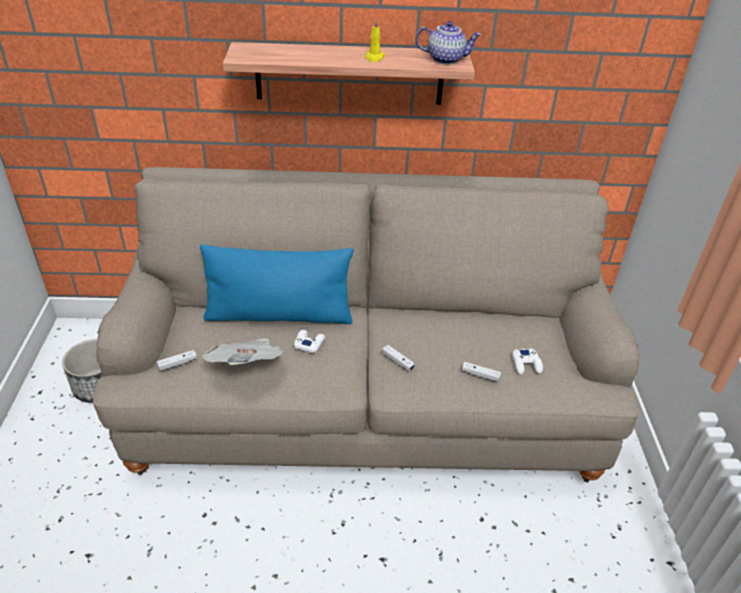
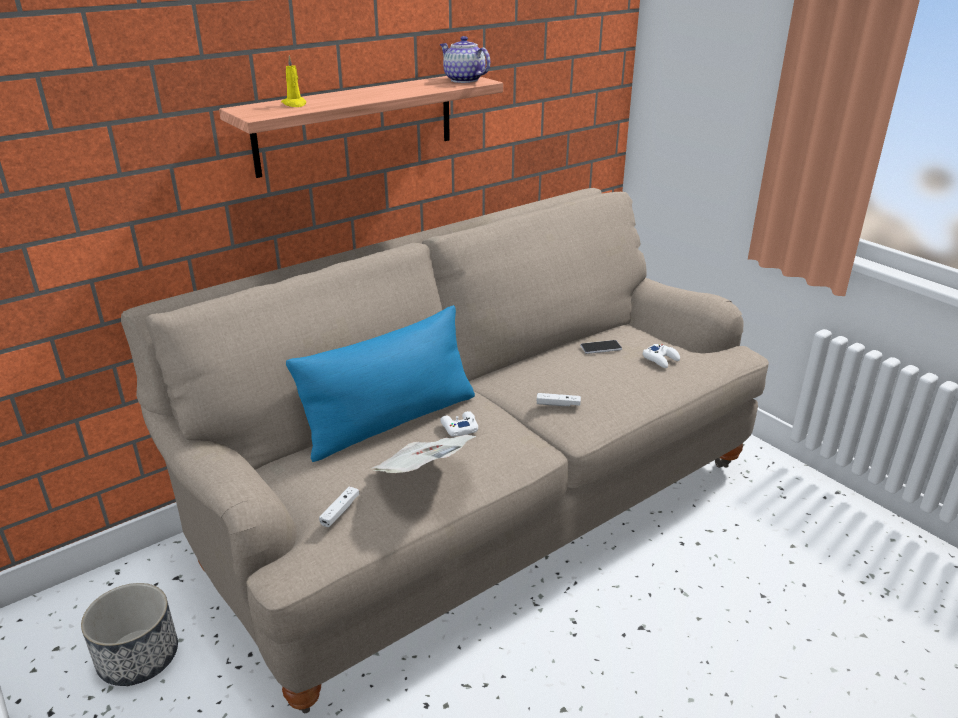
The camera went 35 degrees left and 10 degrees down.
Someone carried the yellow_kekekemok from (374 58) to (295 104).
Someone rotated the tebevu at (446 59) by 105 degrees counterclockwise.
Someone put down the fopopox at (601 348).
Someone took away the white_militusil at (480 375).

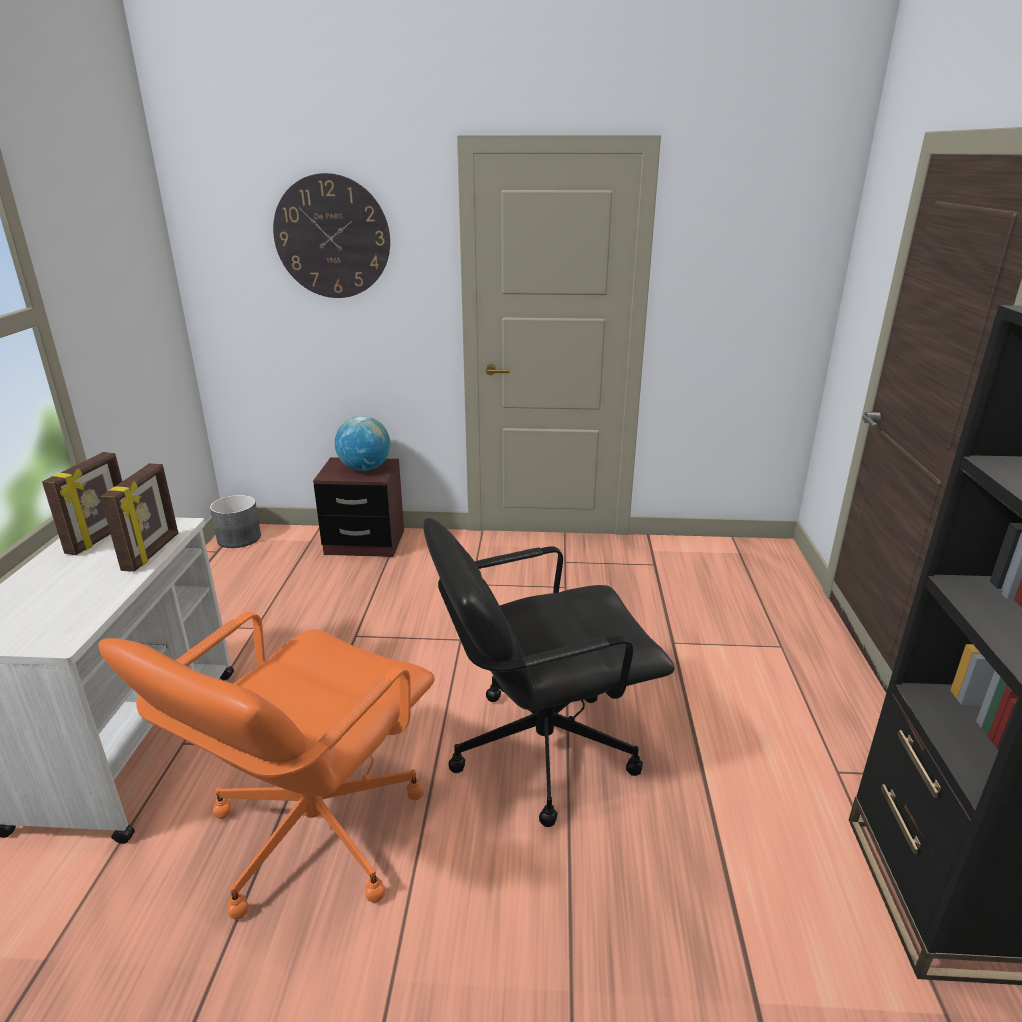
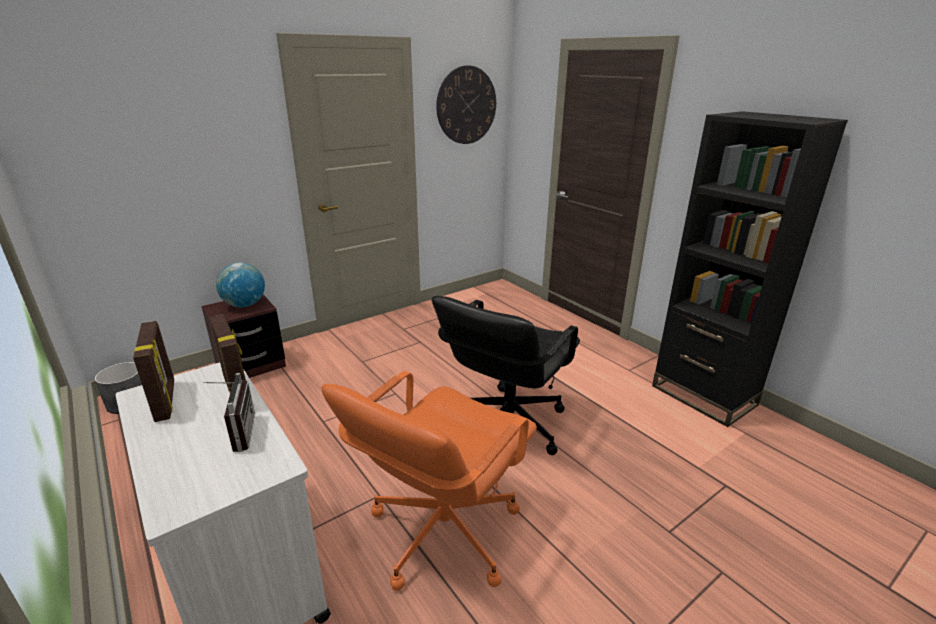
The camera went 40 degrees left and 0 degrees up.
Someone put down the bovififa at (236 434).
Someone rotated the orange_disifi at (312 831) by 45 degrees clockwise.
Someone carried the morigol from (332 237) to (466 105).

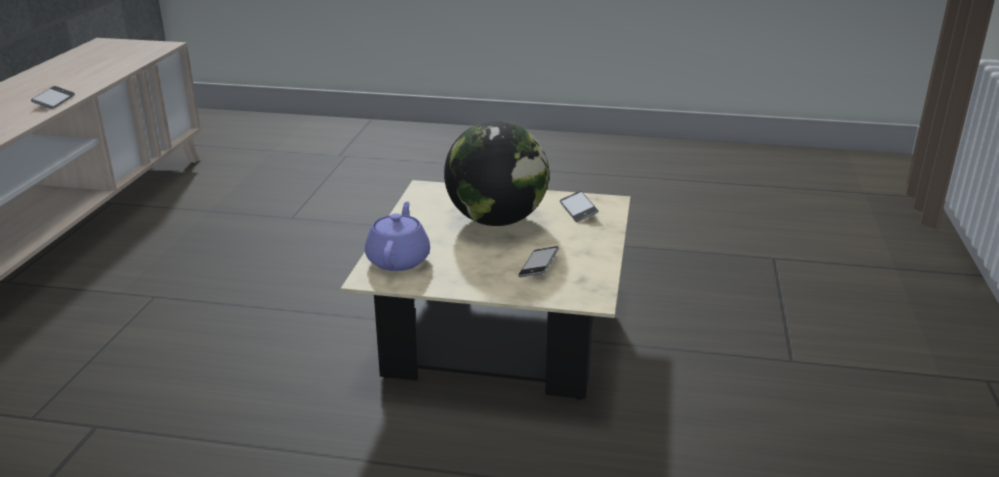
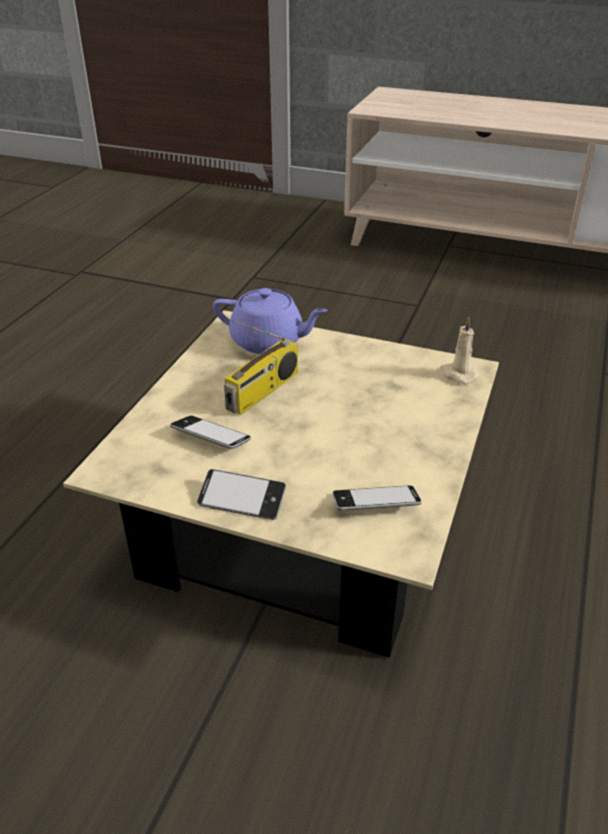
The camera went 100 degrees right and 10 degrees up.
Someone carried the fopopox from (54 101) to (242 500).
Someone put down the bovififa at (263 392).
Someone put down the beige_kekekemok at (458 374).
Someone took away the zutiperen at (496 220).

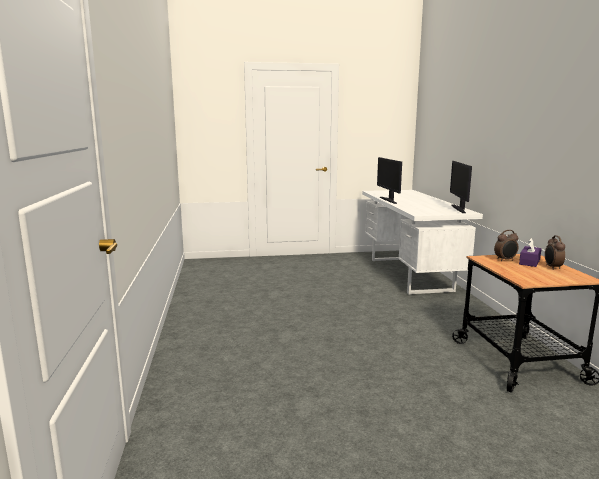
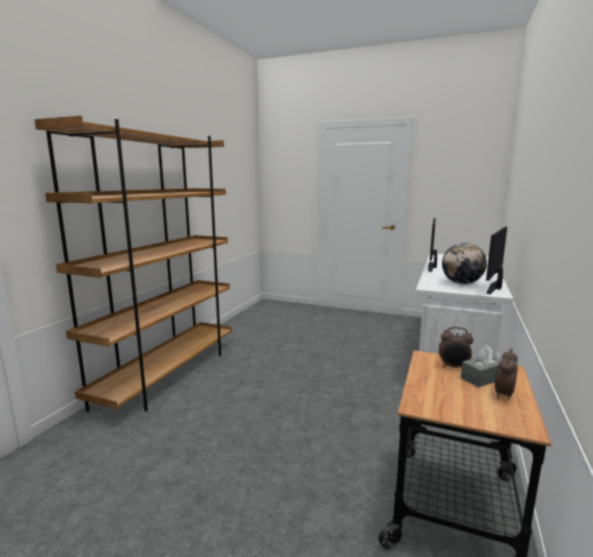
The camera went 30 degrees right and 0 degrees up.
Someone put down the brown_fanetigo at (169 375).
Someone put down the zutiperen at (461 283).
Someone repainted the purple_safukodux at (529 262), which became the grey_safukodux at (483 378).

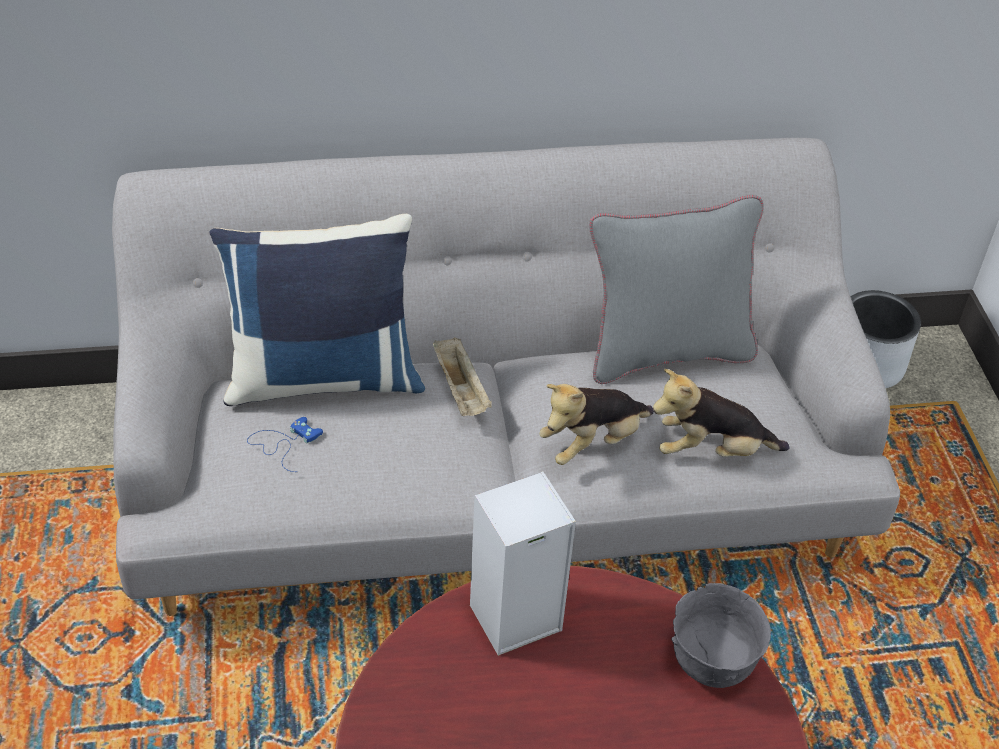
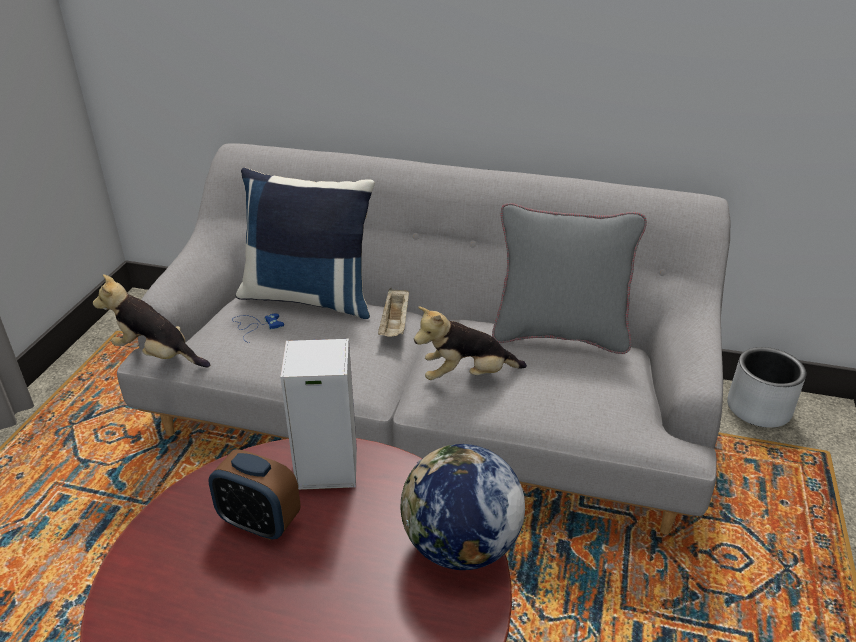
The camera went 25 degrees right and 10 degrees down.
Someone carried the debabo from (711 451) to (157 355).
Someone put down the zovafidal at (259 522).
Someone swapped the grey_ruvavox at (712 662) for the zutiperen at (460 546).

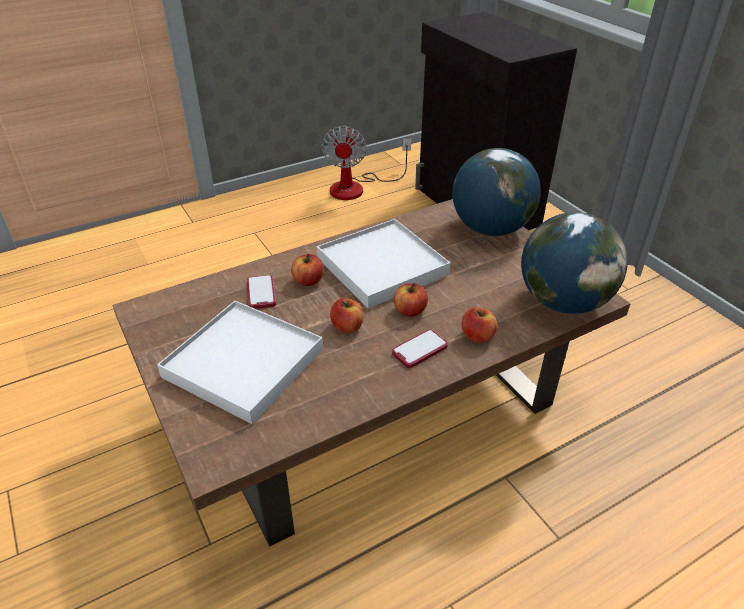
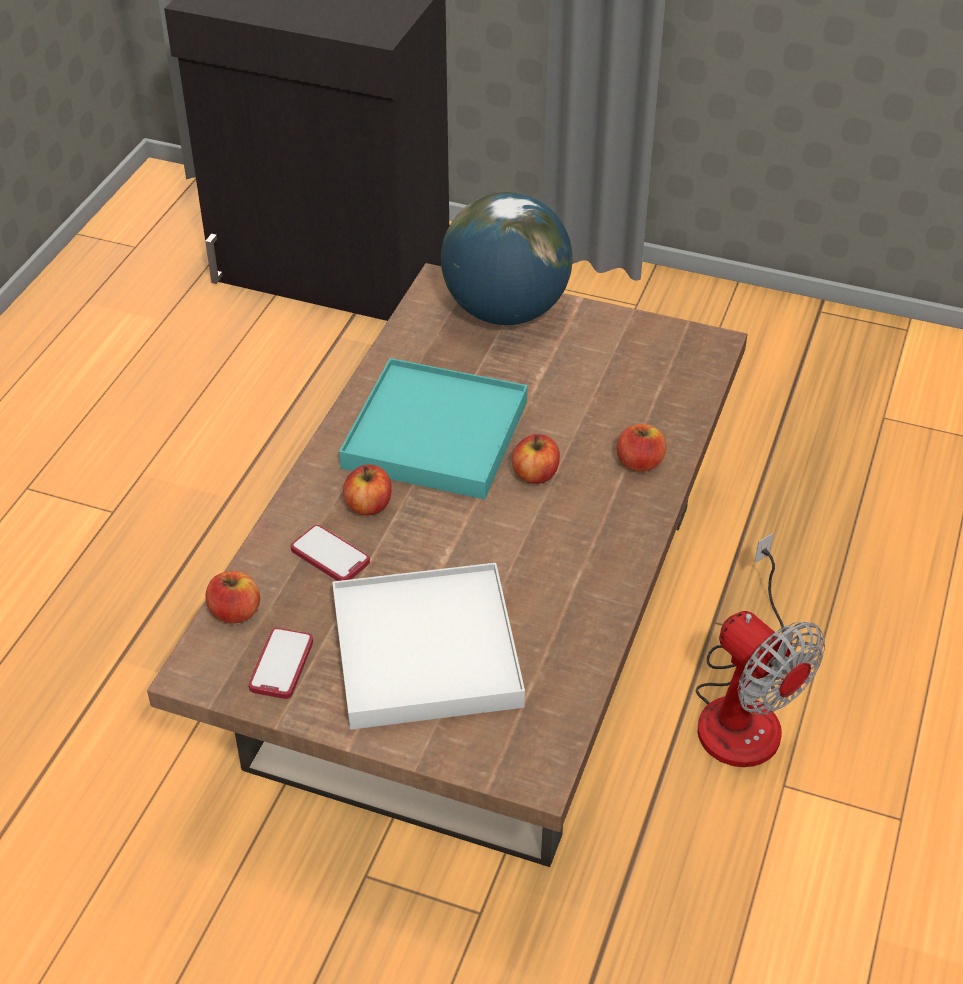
The camera went 40 degrees left and 5 degrees up.
Someone carried the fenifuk from (347 327) to (235 612).
Someone carried the fopopox from (419 350) to (281 665).
Someone repainted the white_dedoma at (382 266), which became the turquoise_dedoma at (435 434).
Someone carried the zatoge from (357 187) to (743 707).
Someone took away the zutiperen at (562 302).

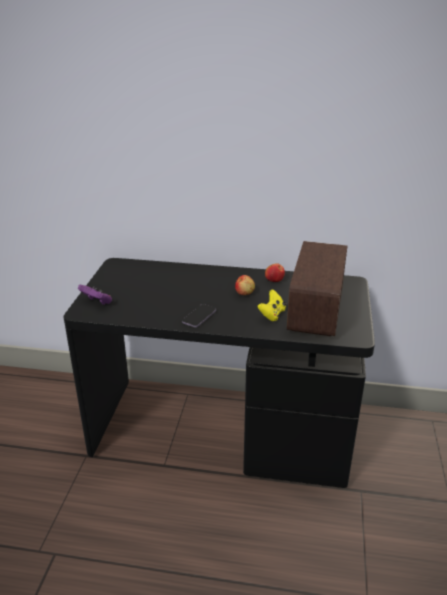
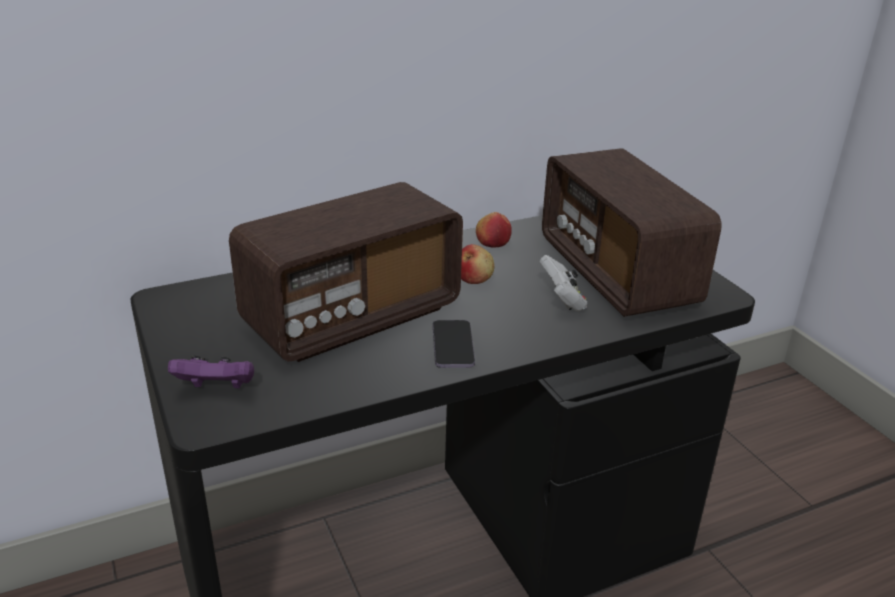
The camera went 35 degrees left and 0 degrees up.
Someone put down the bovififa at (352 317).
Someone repainted the yellow_militusil at (272 314), which became the white_militusil at (562 301).

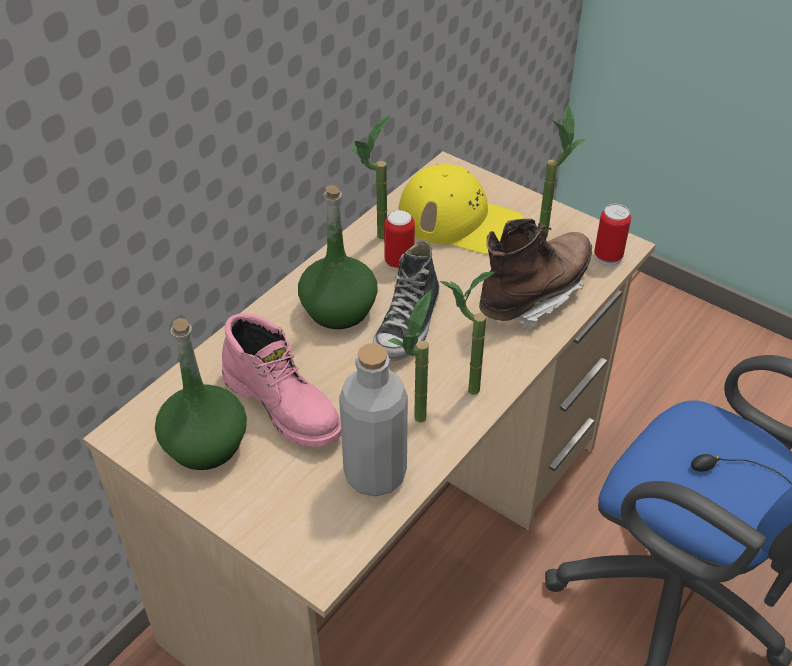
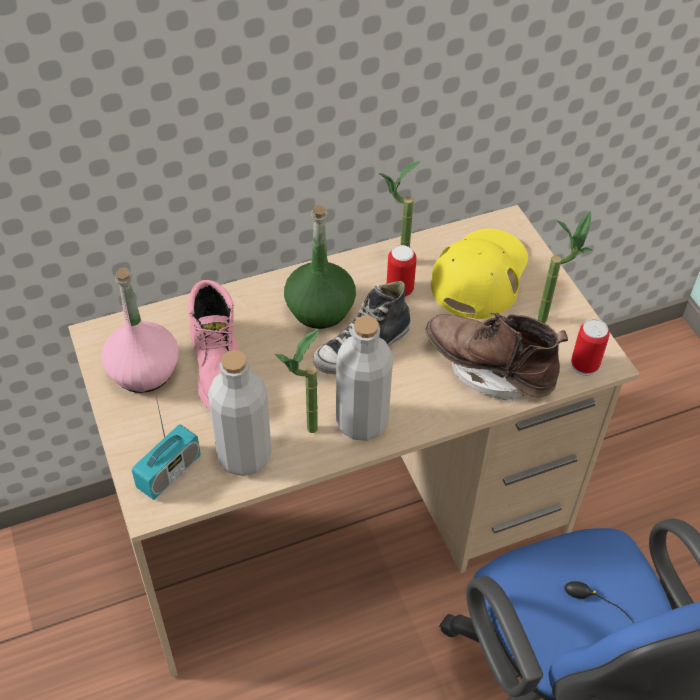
The camera went 30 degrees right and 5 degrees up.
Someone repainted the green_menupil at (206 444), which became the pink_menupil at (144 371).
Someone put down the bovififa at (169 472).
Someone swapped the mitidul at (461 390) for the grey_menupil at (362 422).
Someone rotated the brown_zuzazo at (534 295) by 135 degrees counterclockwise.
Someone rotated the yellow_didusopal at (460 220) by 120 degrees counterclockwise.

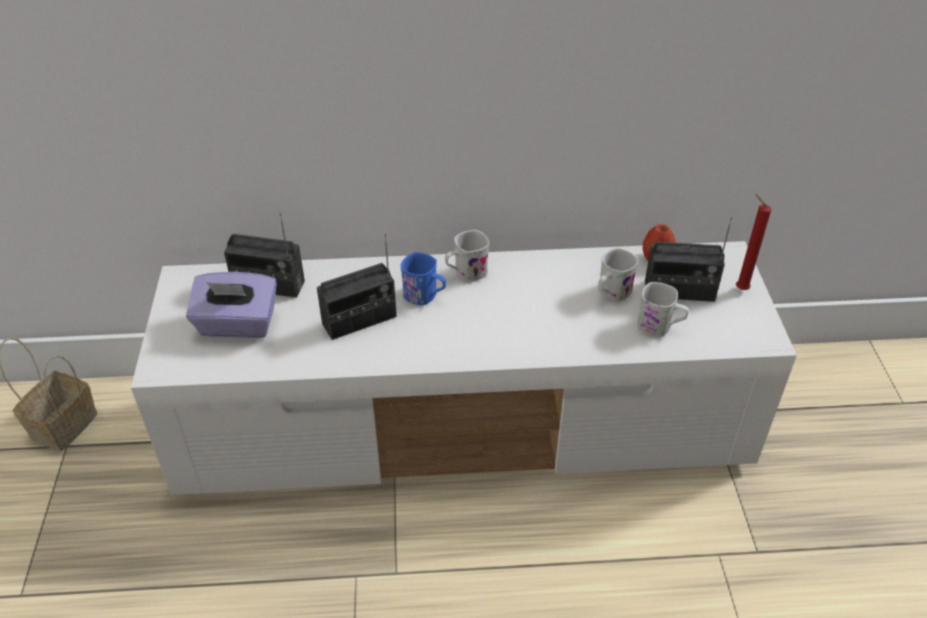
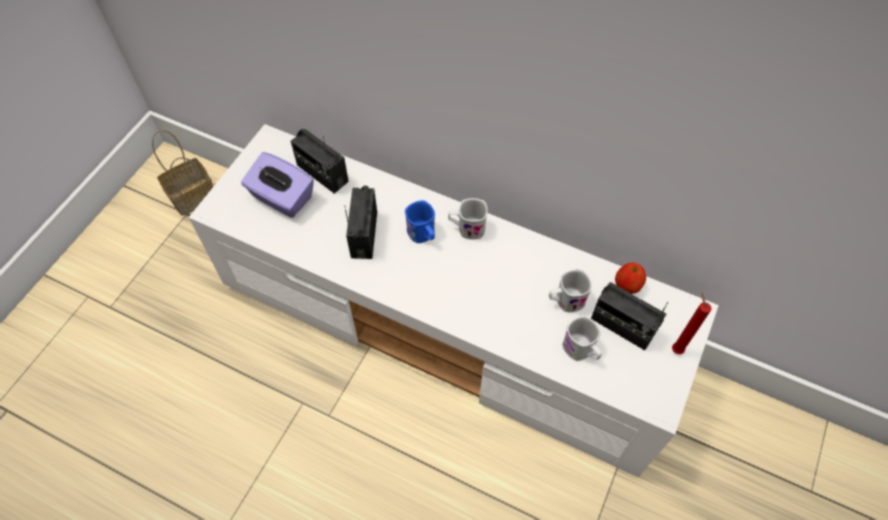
The camera went 30 degrees right and 15 degrees up.
Someone rotated the bovififa at (359 320) by 90 degrees clockwise.

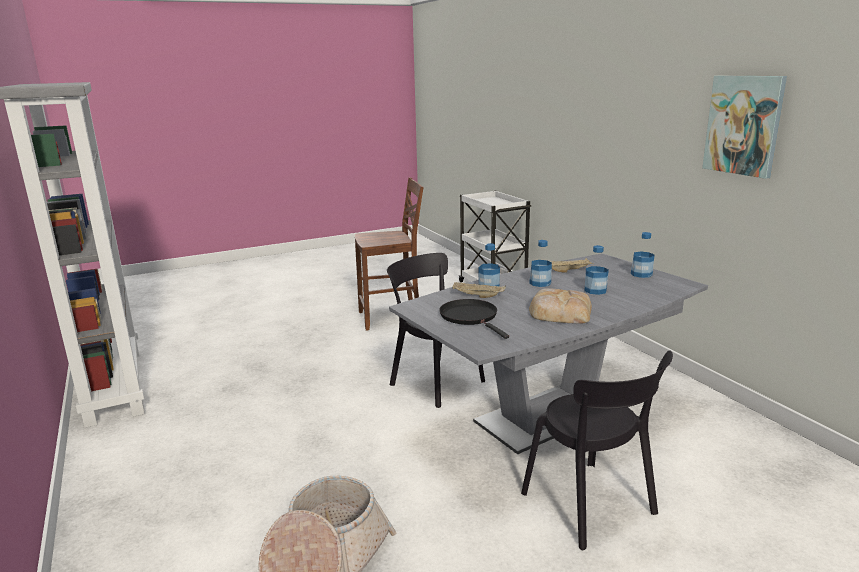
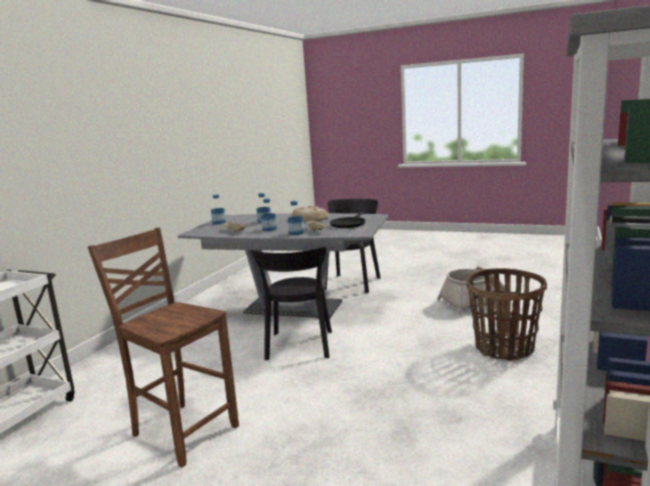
The camera went 130 degrees left and 5 degrees down.
Someone put down the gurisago at (504 348).
Someone took away the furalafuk at (743 125).

